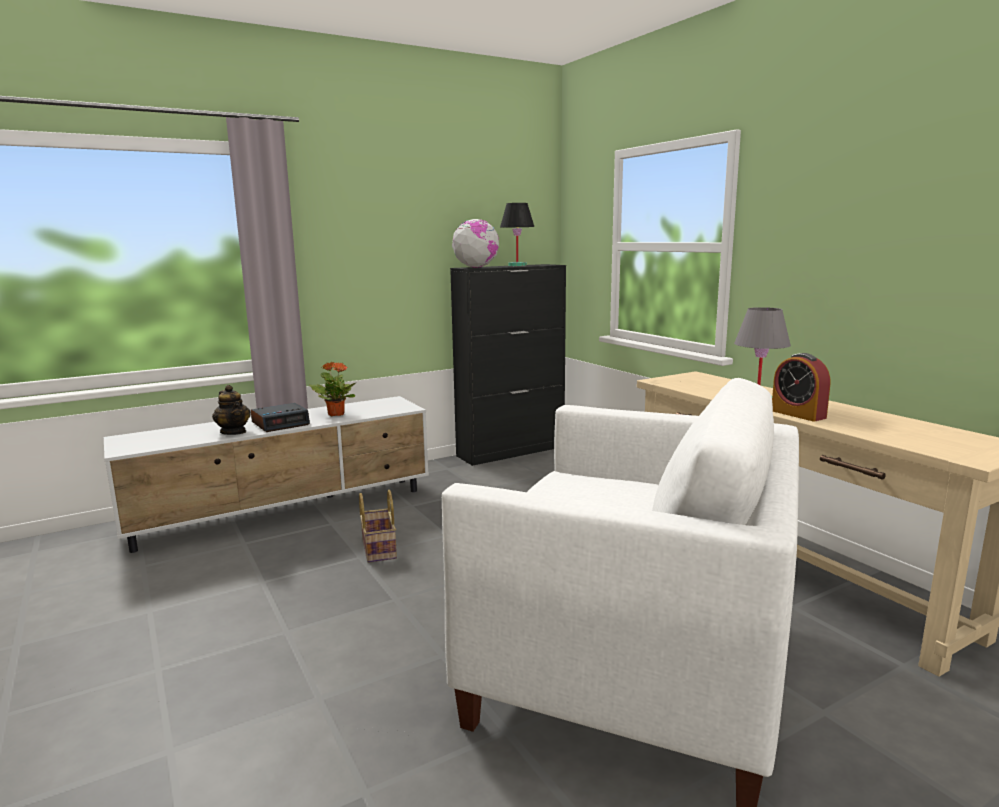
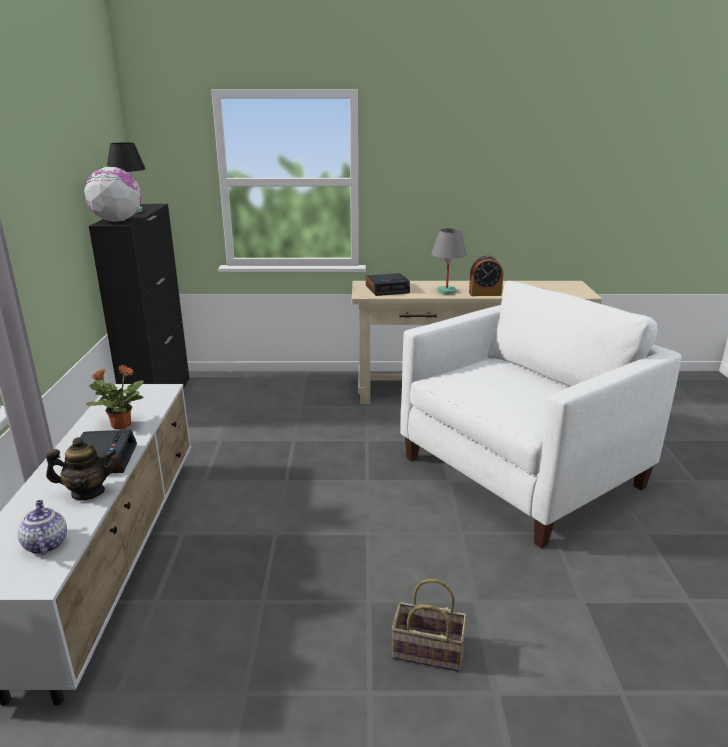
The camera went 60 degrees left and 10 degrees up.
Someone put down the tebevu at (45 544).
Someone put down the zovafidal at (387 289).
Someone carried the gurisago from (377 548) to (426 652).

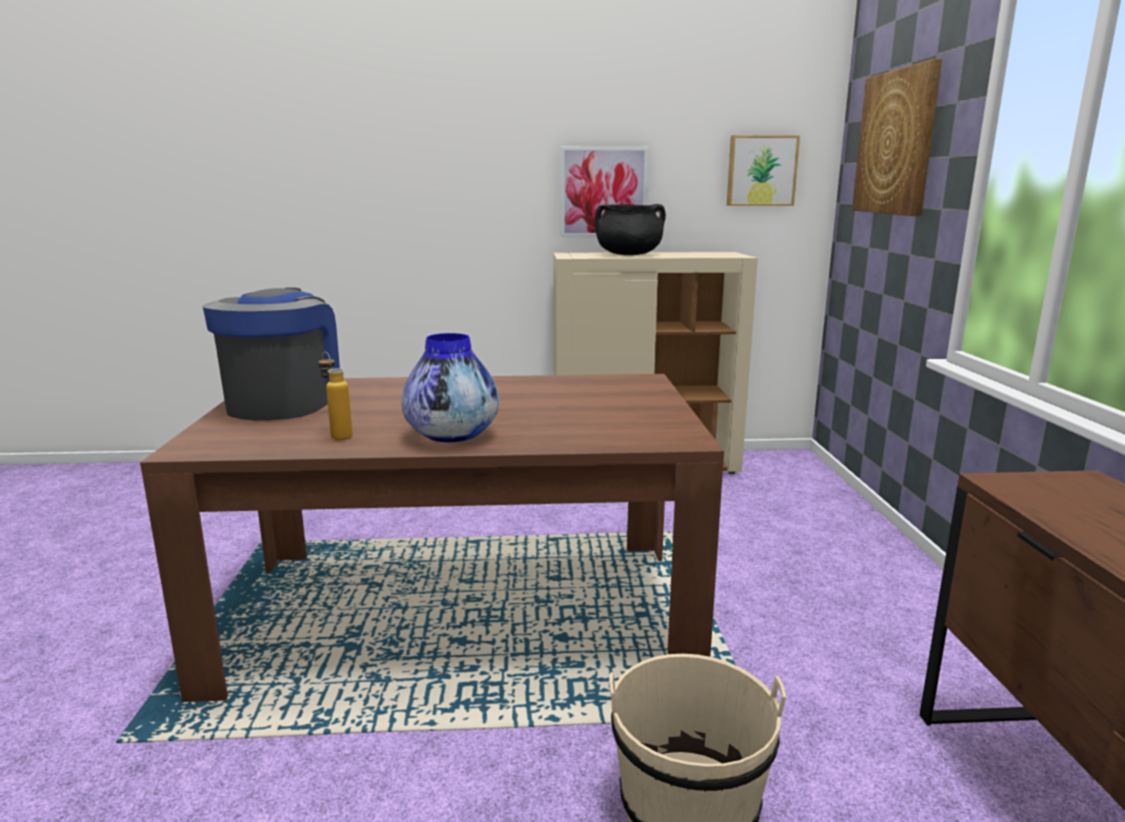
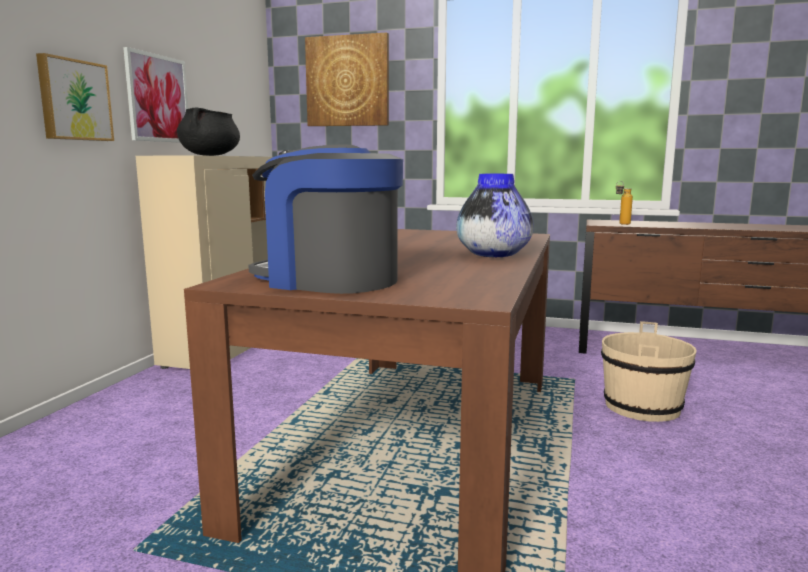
The camera went 70 degrees left and 5 degrees down.
Someone carried the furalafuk from (761 171) to (74 100).
Someone carried the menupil from (337 435) to (621 224).

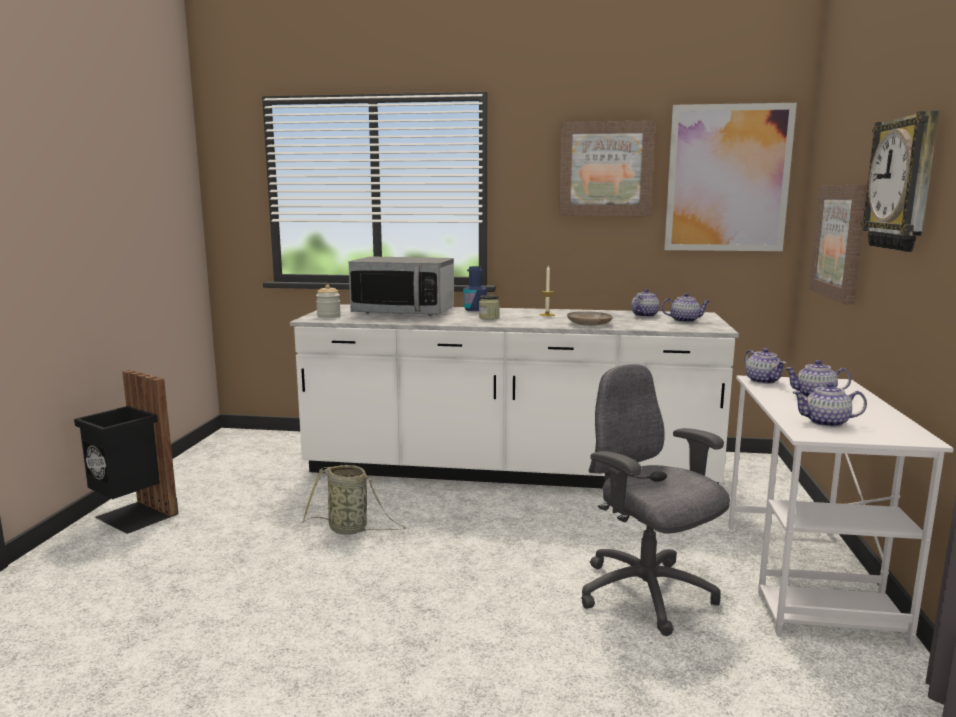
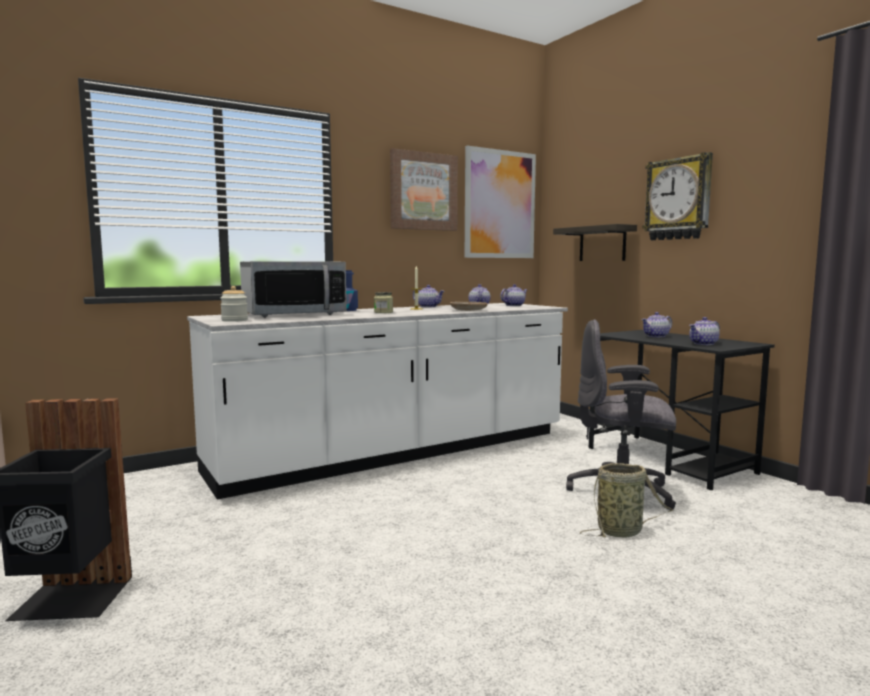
The camera went 40 degrees left and 5 degrees down.
Someone carried the tebevu from (763 381) to (428 306).
Someone swapped the furalafuk at (840 241) for the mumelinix at (602 244).
Someone carried the gurisago from (351 529) to (622 531).
Someone repainted the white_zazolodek at (807 579), which became the black_zazolodek at (669 460).

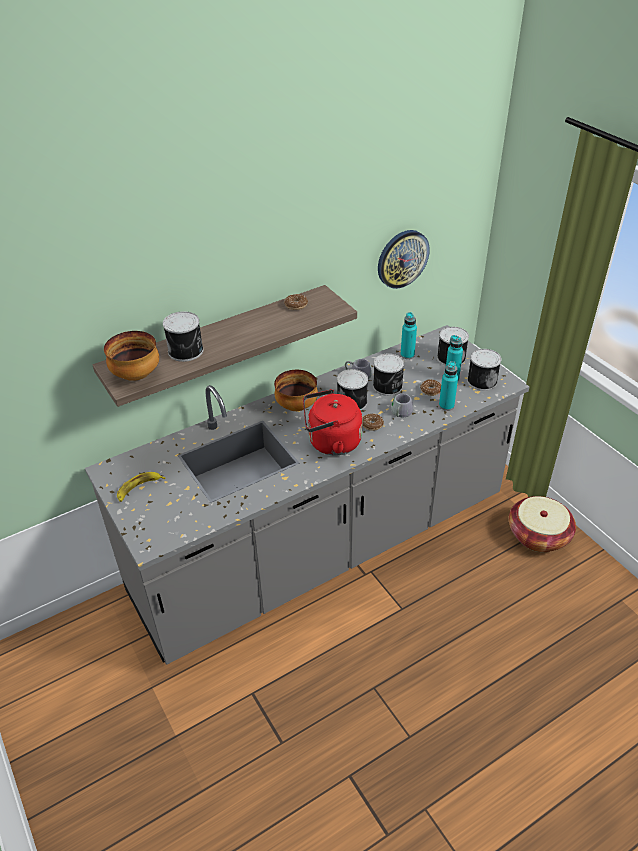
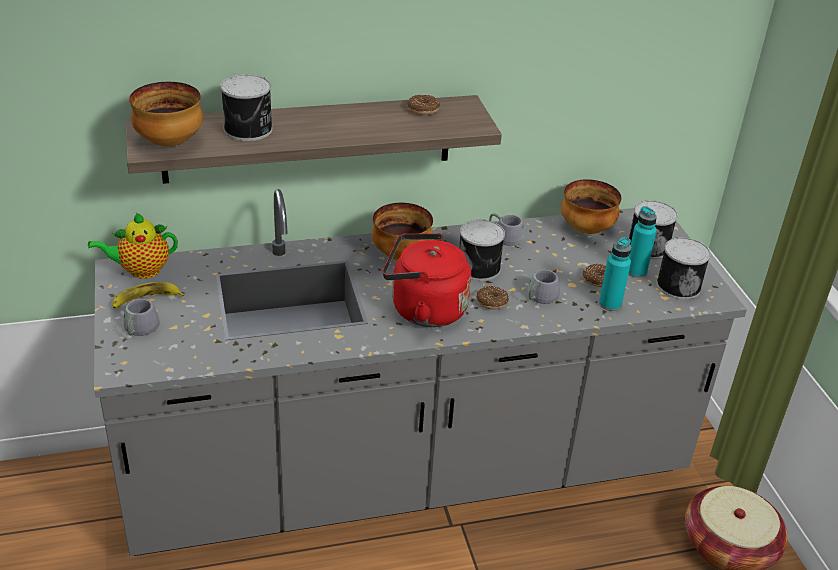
The camera went 15 degrees right and 5 degrees down.
Someone put down the tebevu at (141 270).
Someone put down the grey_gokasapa at (136 328).
Someone swapped the turquoise_menupil at (407 355) for the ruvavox at (587 229).
Someone took away the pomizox at (388 386).
Someone took away the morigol at (402 258).

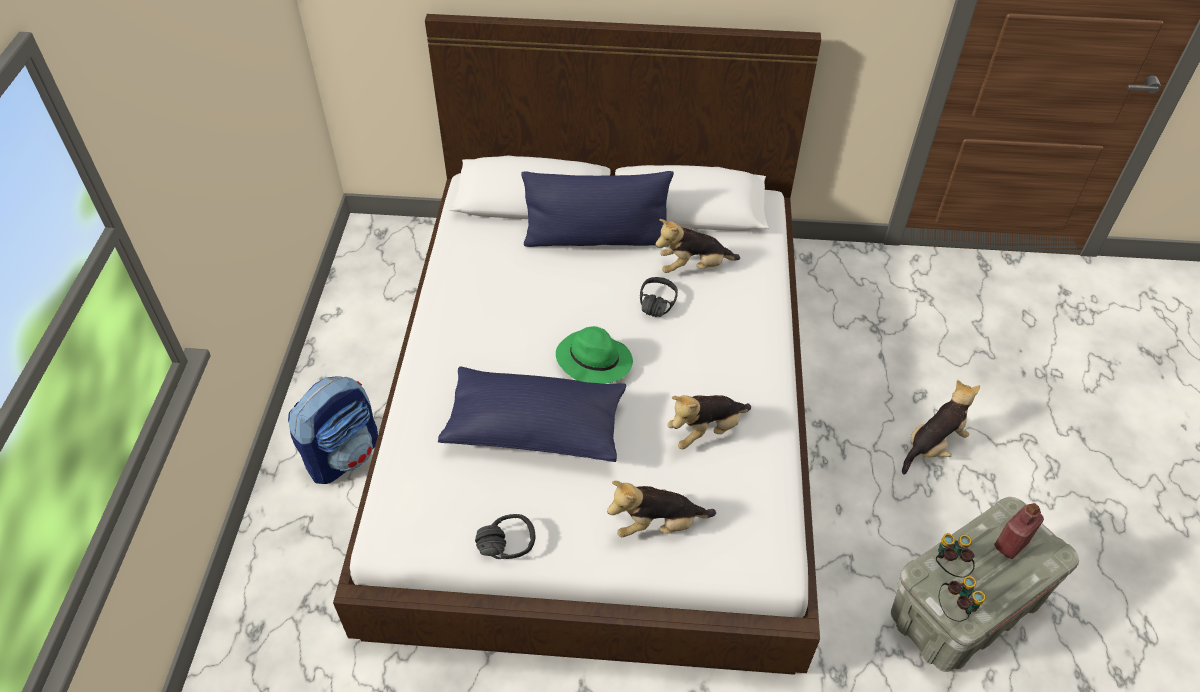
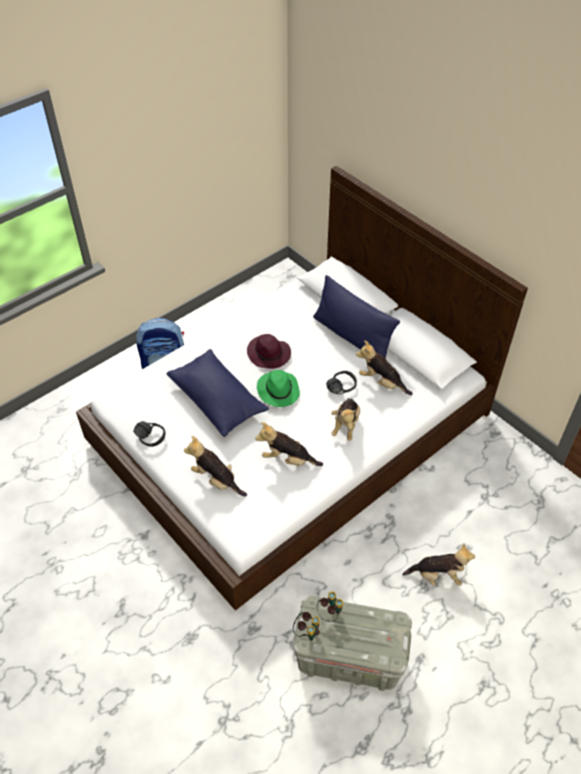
The camera went 45 degrees right and 0 degrees up.
Someone put down the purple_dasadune at (269 354).
Someone put down the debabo at (346 425).
Someone took away the red_menupil at (1010 544).

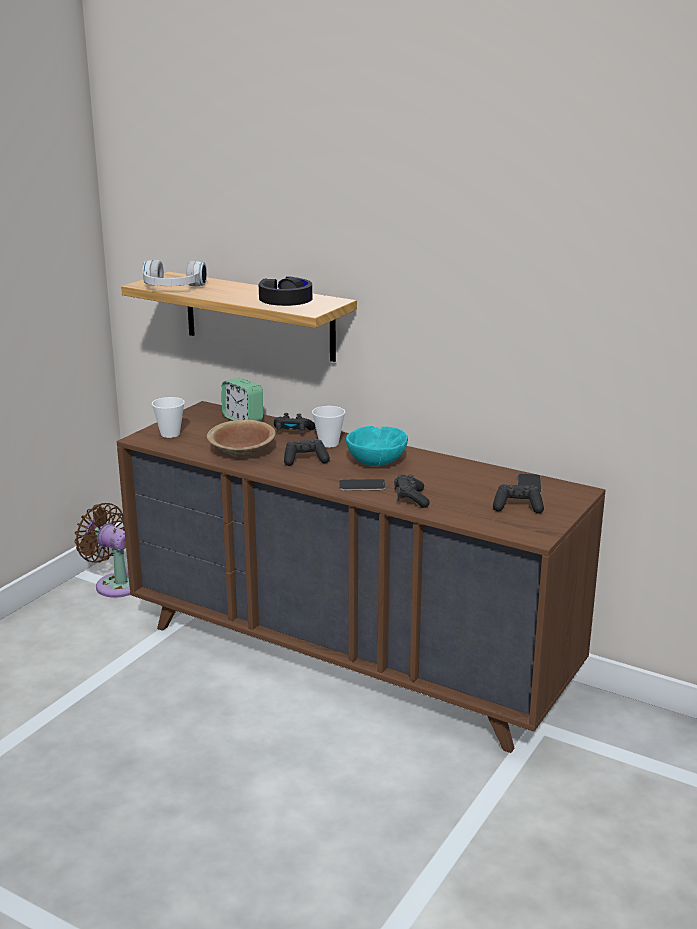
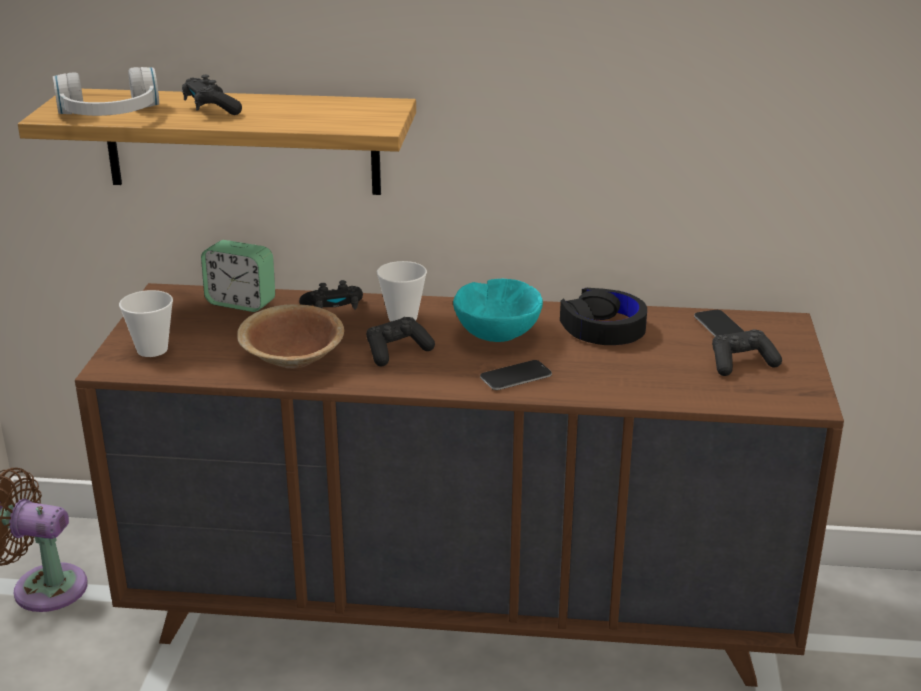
The camera went 25 degrees left and 5 degrees up.
Someone carried the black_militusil from (411 499) to (211 109).
Someone carried the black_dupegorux from (285 300) to (603 328).

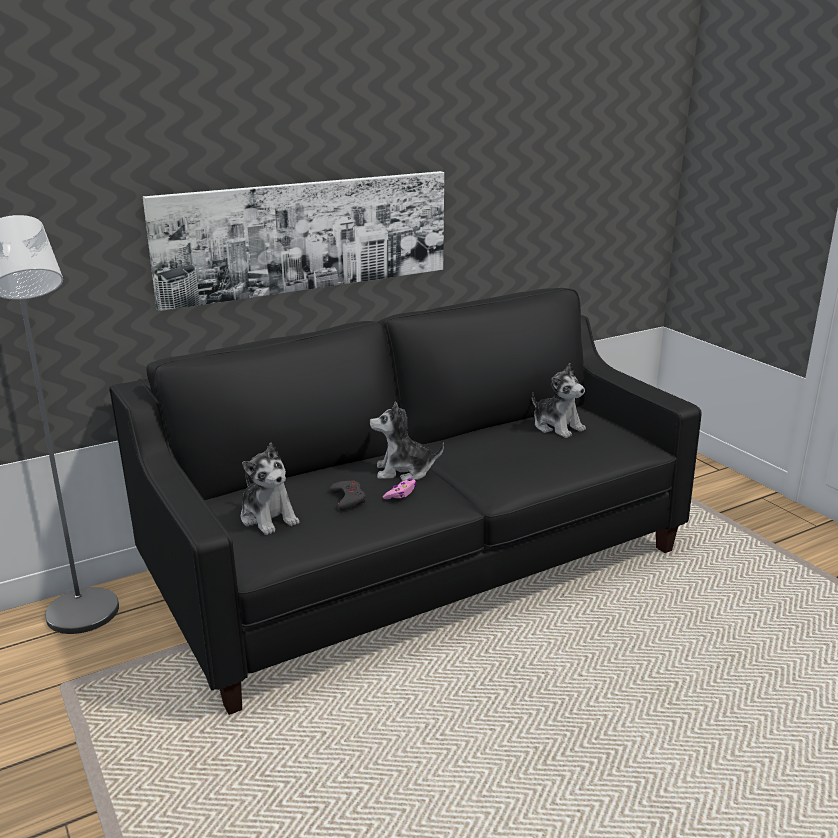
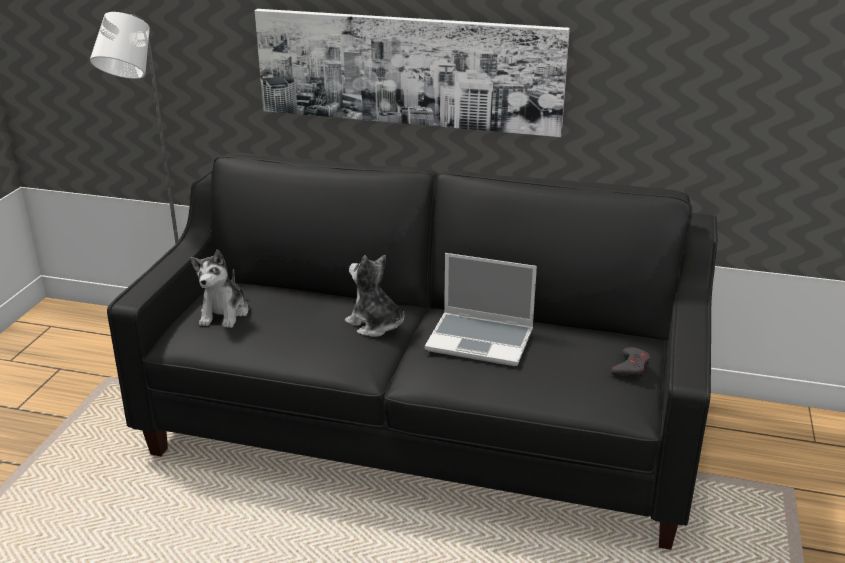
The camera went 45 degrees right and 5 degrees up.
Someone put down the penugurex at (481 340).
Someone carried the grey_militusil from (348 499) to (631 367).
Someone took away the pink_militusil at (401 493).
Someone took away the debabo at (557 426).

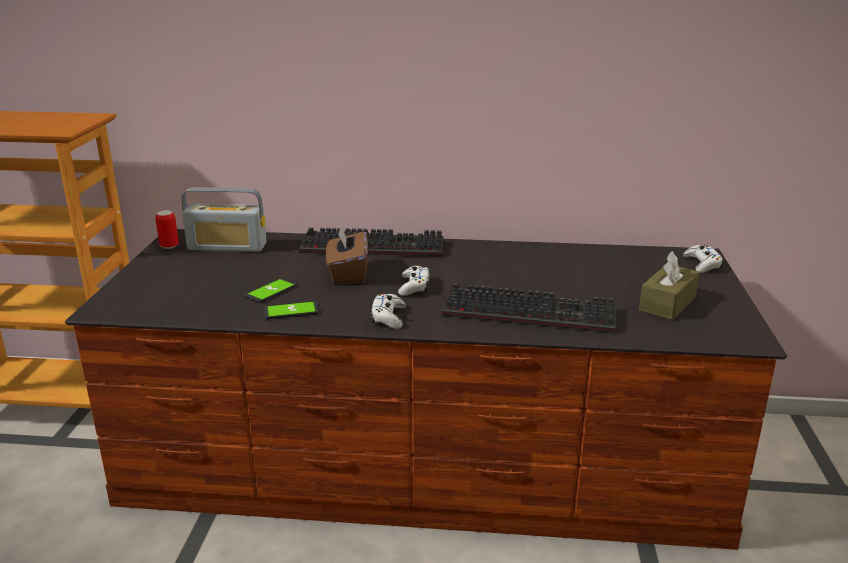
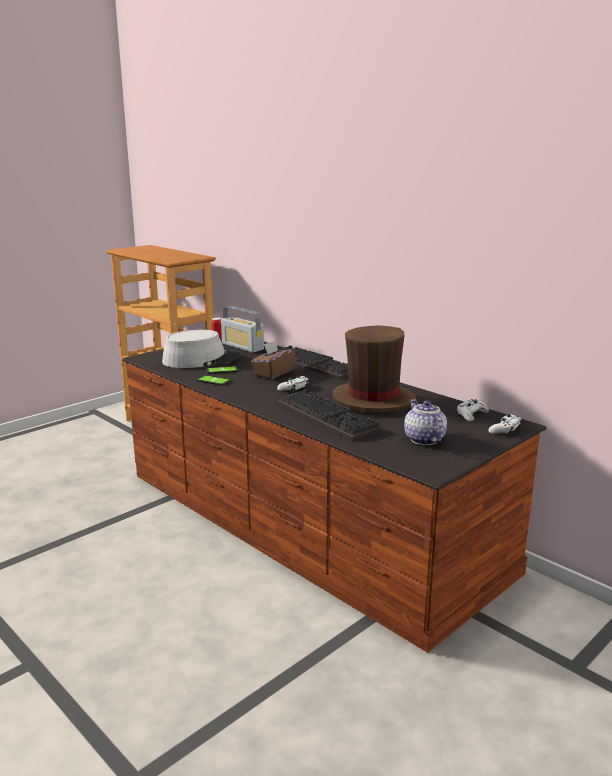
The camera went 40 degrees right and 5 degrees down.
Someone put down the grey_dasadune at (201 360).
Someone put down the brown_dasadune at (373 400).
Someone swapped the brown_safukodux at (667 303) for the tebevu at (423 439).
Someone carried the white_militusil from (388 317) to (471 414).

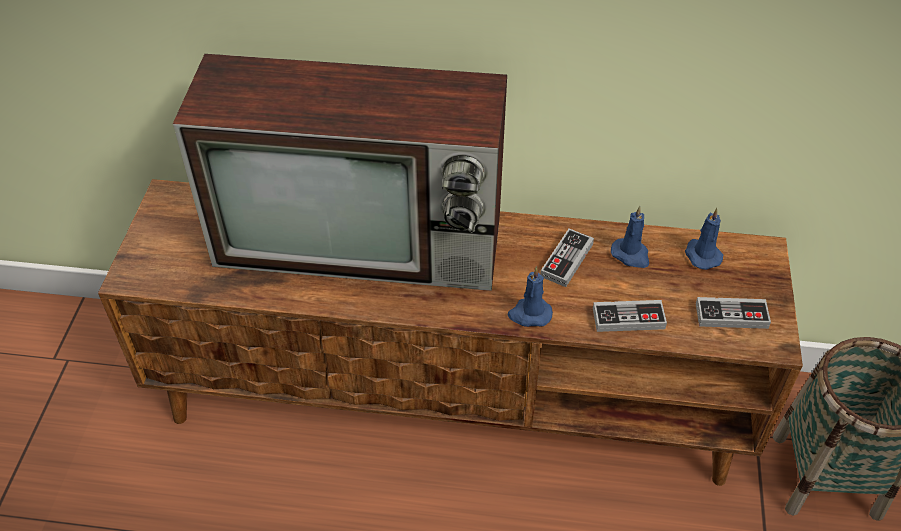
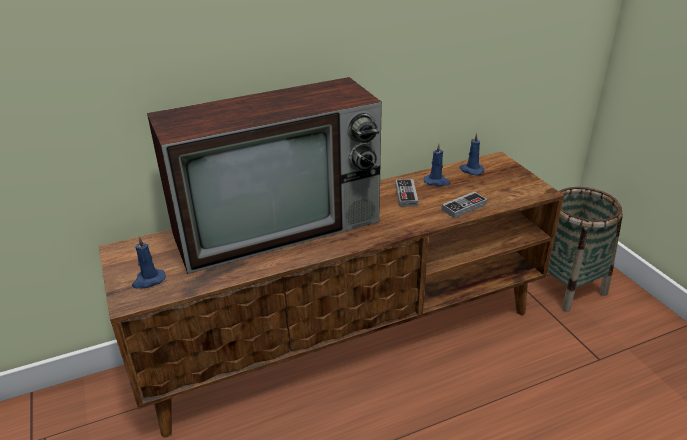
The camera went 30 degrees left and 15 degrees down.
Someone carried the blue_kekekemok from (529 314) to (148 280).
Someone took away the militusil at (731 315).

